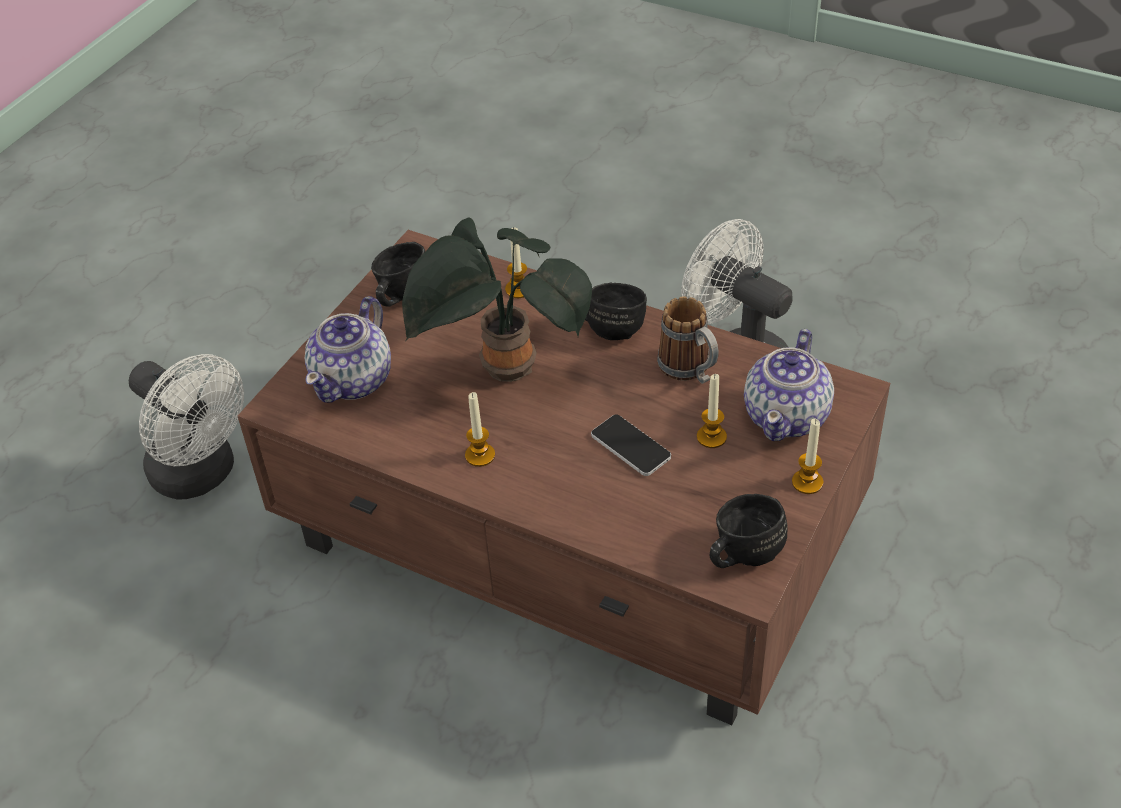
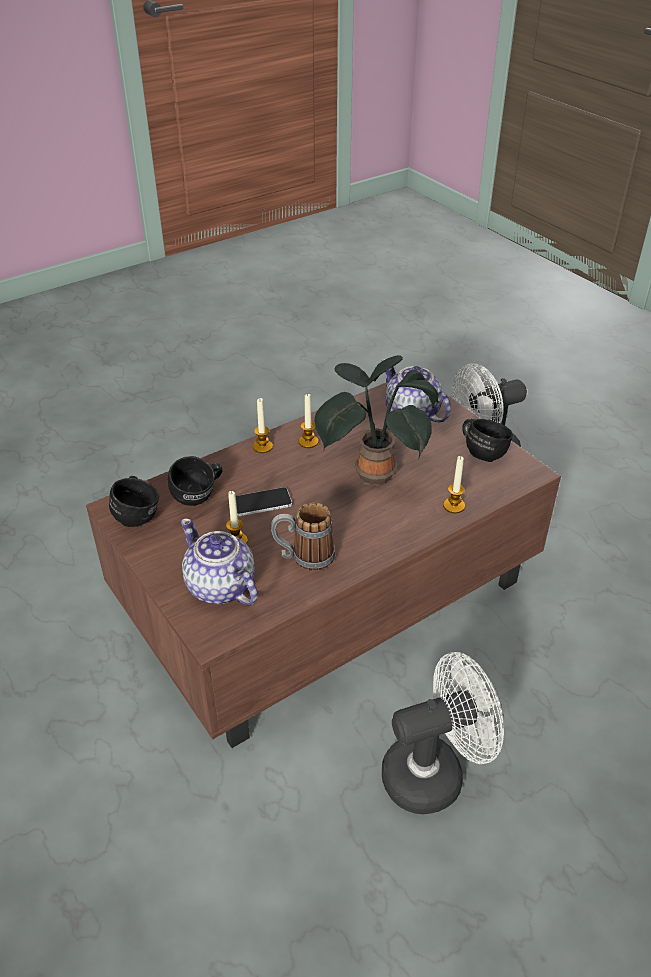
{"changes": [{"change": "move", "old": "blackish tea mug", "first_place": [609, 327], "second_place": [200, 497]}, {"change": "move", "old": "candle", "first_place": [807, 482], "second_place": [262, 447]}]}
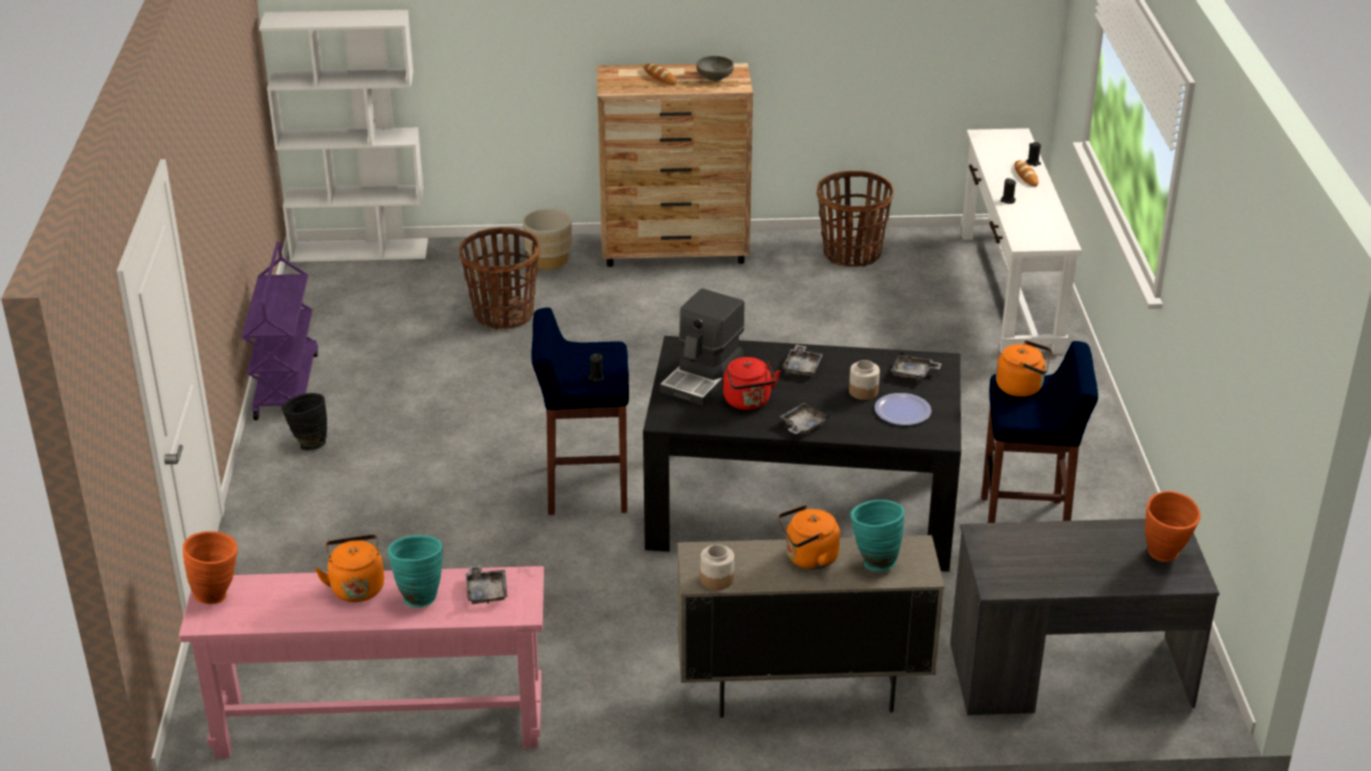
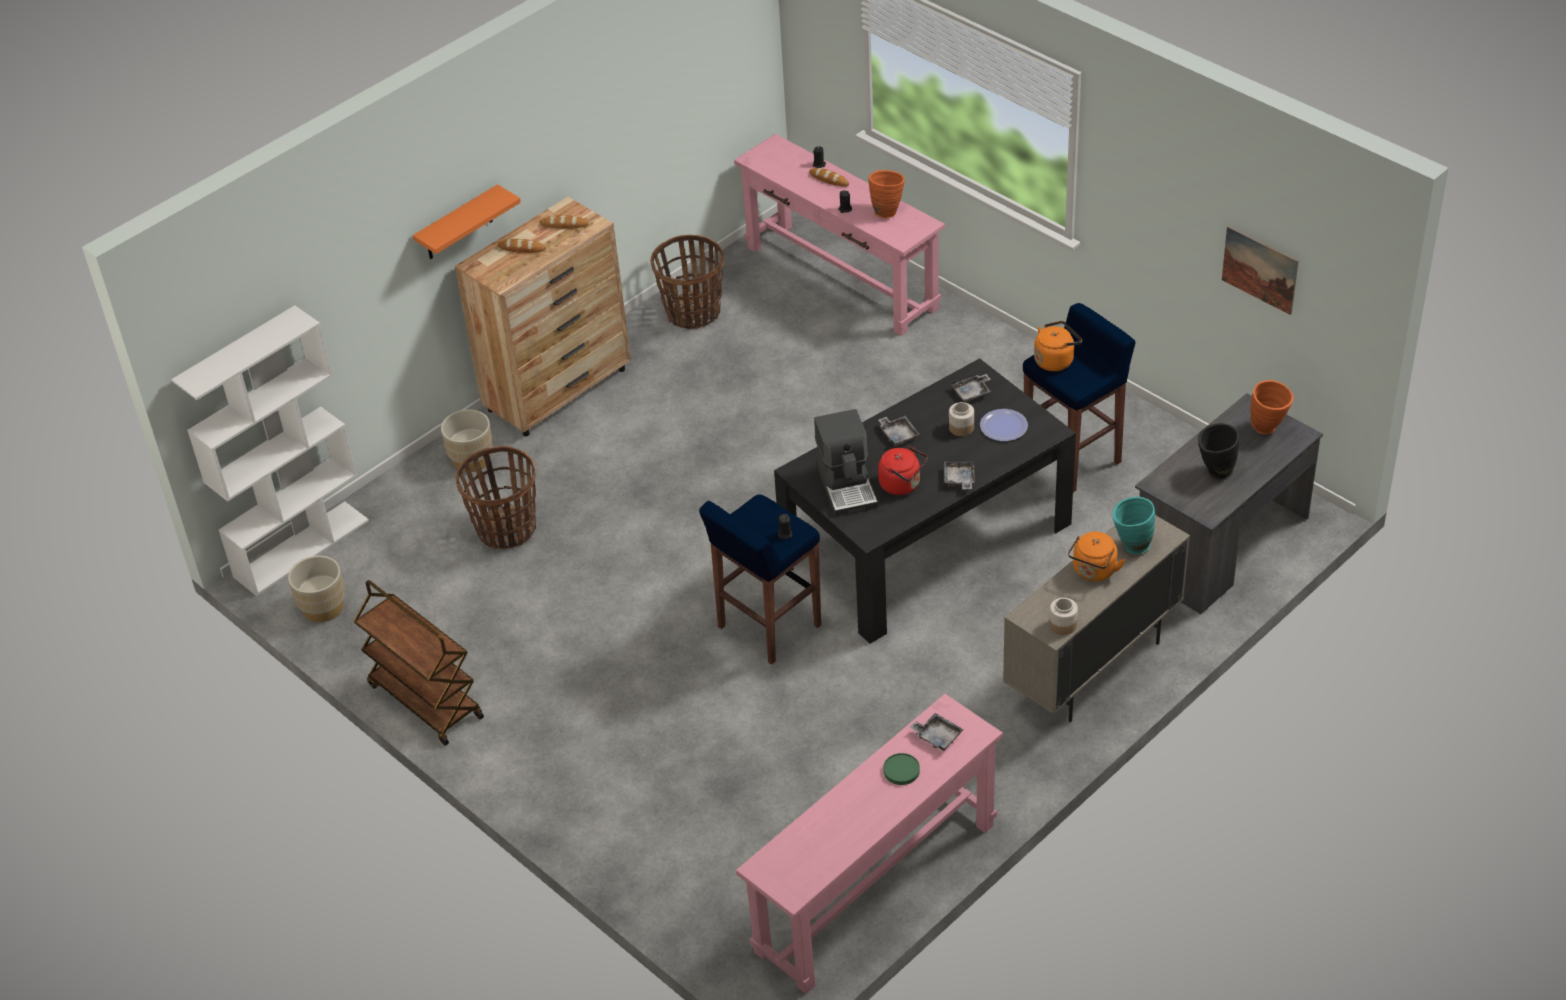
{"changes": [{"change": "replace", "old": "gray bowl", "new": "bread", "first_place": [715, 77], "second_place": [564, 224]}, {"change": "recolor", "old": "white-coloured console table", "new": "pink console table", "first_place": [1009, 291], "second_place": [841, 278]}, {"change": "recolor", "old": "purple-coloured wheeled cart", "new": "brown wheeled cart", "first_place": [286, 385], "second_place": [424, 701]}, {"change": "move", "old": "blackish vase", "first_place": [308, 443], "second_place": [1214, 472]}, {"change": "move", "old": "orange-coloured vase", "first_place": [218, 594], "second_place": [887, 211]}, {"change": "delete", "old": "orange-coloured tea kettle", "first_place": [356, 587]}, {"change": "replace", "old": "turquoise vase", "new": "green-coloured plate", "first_place": [419, 595], "second_place": [901, 771]}, {"change": "insert", "new": "orange-coloured shelf", "second_place": [458, 224]}, {"change": "insert", "new": "wall picture", "second_place": [1260, 269]}, {"change": "insert", "new": "beige-coloured flower pot", "second_place": [323, 607]}]}
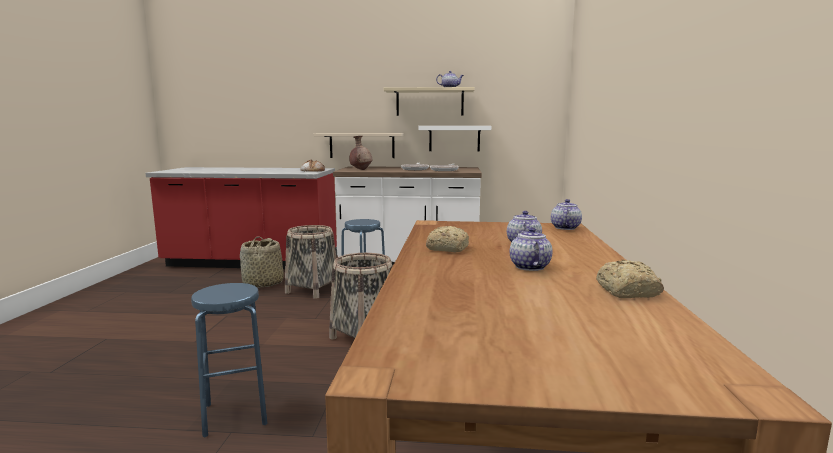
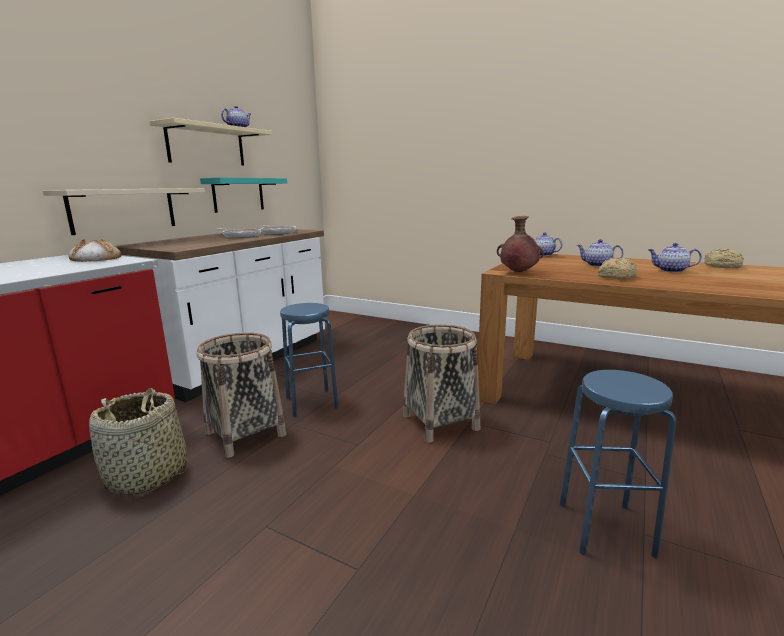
{"changes": [{"change": "recolor", "old": "white-coloured shelf", "new": "turquoise shelf", "first_place": [454, 138], "second_place": [238, 194]}, {"change": "move", "old": "brown vase", "first_place": [361, 170], "second_place": [517, 272]}]}
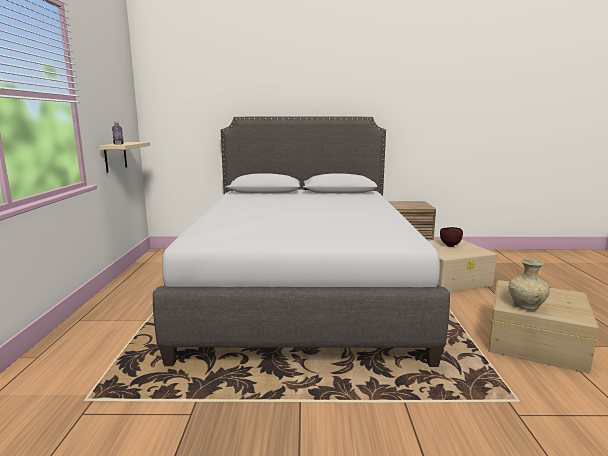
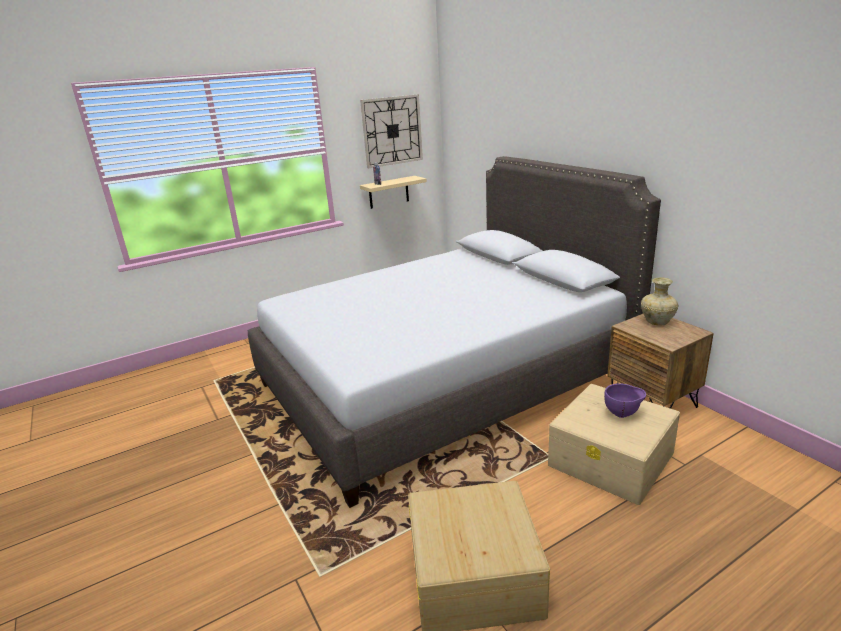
{"changes": [{"change": "recolor", "old": "brown bowl", "new": "purple-coloured bowl", "first_place": [450, 245], "second_place": [623, 414]}, {"change": "move", "old": "beige-coloured vase", "first_place": [525, 306], "second_place": [657, 322]}, {"change": "insert", "new": "wall clock", "second_place": [392, 131]}]}
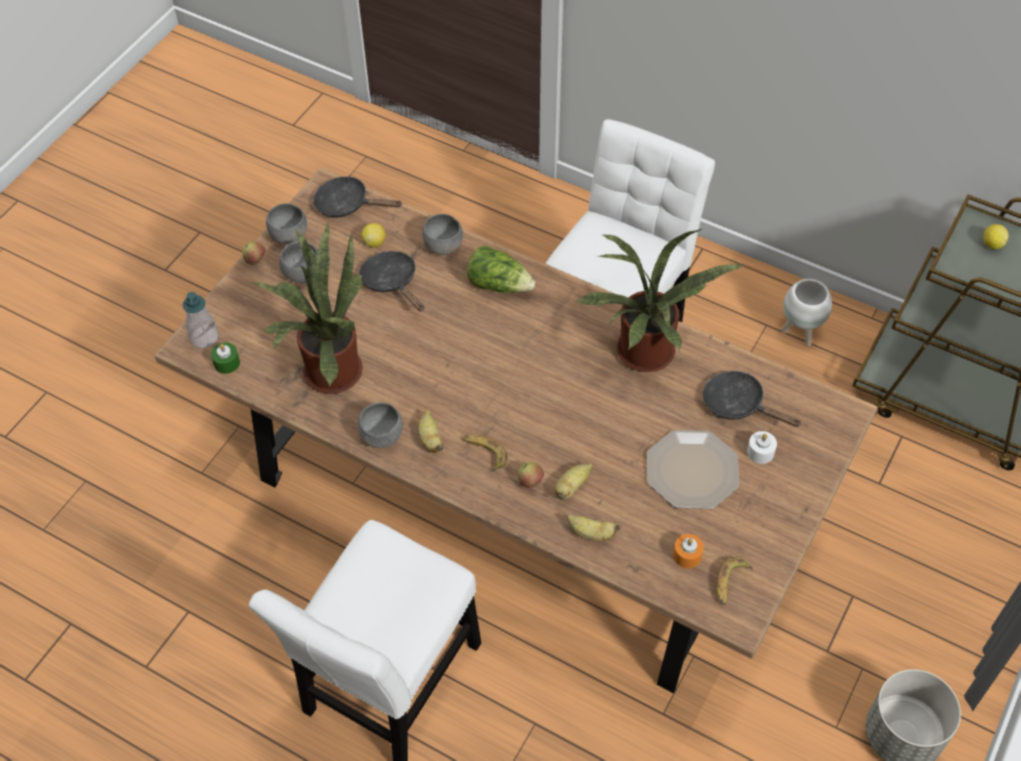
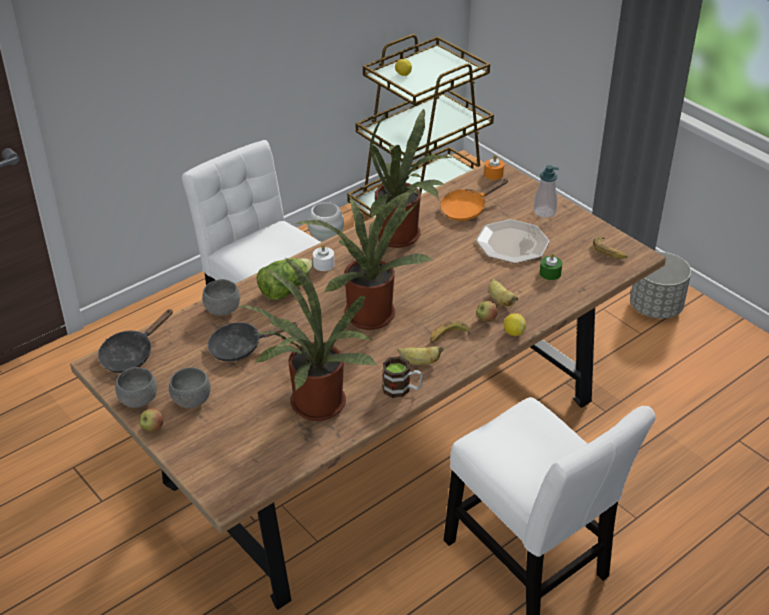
{"changes": [{"change": "move", "old": "whole lemon", "first_place": [374, 242], "second_place": [514, 332]}, {"change": "move", "old": "liquid soap bottle", "first_place": [204, 337], "second_place": [544, 212]}, {"change": "move", "old": "green-coloured candle", "first_place": [227, 363], "second_place": [550, 273]}, {"change": "recolor", "old": "blackish frying pan", "new": "orange-coloured frying pan", "first_place": [738, 404], "second_place": [467, 209]}, {"change": "replace", "old": "gray bowl", "new": "tea mug", "first_place": [381, 436], "second_place": [402, 389]}, {"change": "move", "old": "white-coloured candle", "first_place": [760, 452], "second_place": [323, 264]}, {"change": "delete", "old": "banana", "first_place": [591, 533]}, {"change": "move", "old": "orange-coloured candle", "first_place": [687, 555], "second_place": [493, 174]}, {"change": "insert", "new": "potted plant", "second_place": [369, 312]}]}
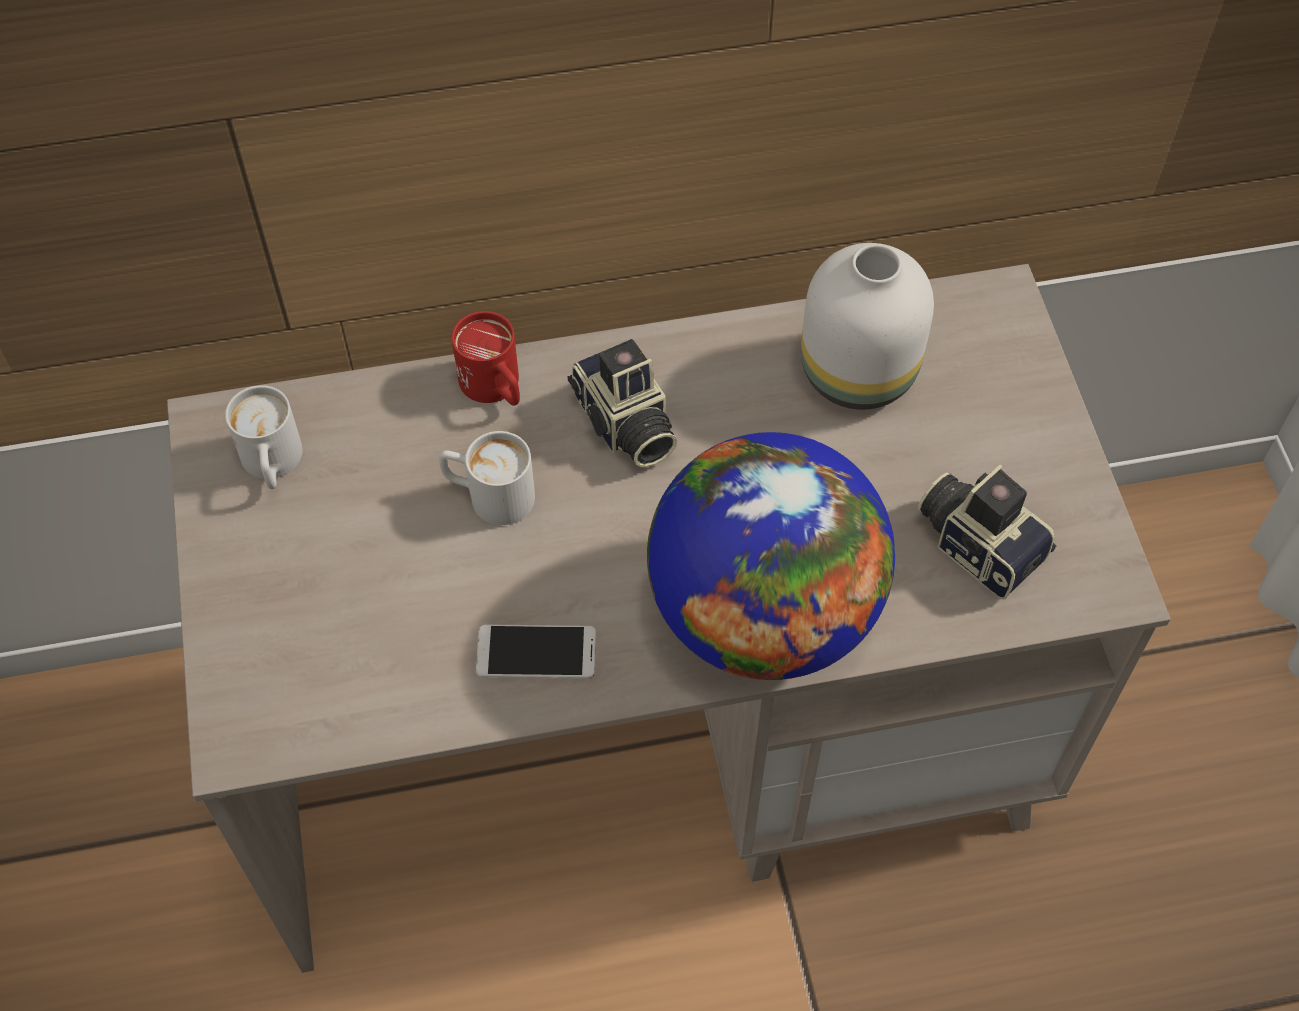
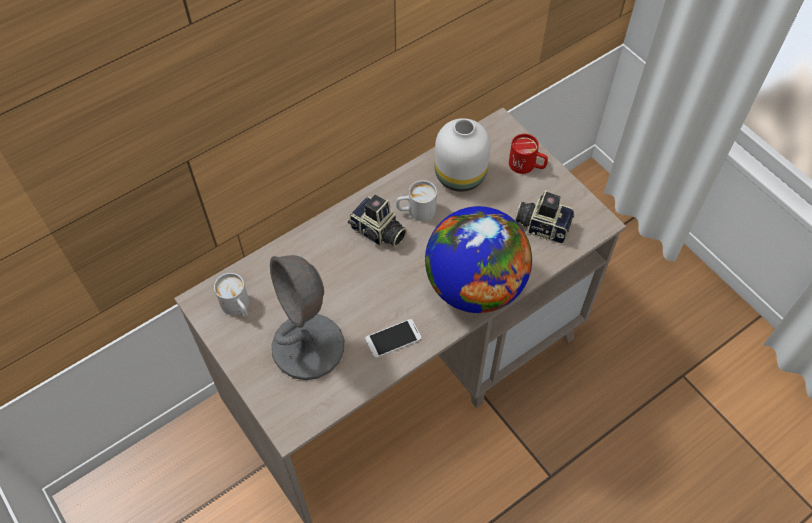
{"changes": [{"change": "move", "old": "reddish tea mug", "first_place": [496, 388], "second_place": [527, 166]}, {"change": "move", "old": "white-coloured tea mug", "first_place": [488, 495], "second_place": [416, 211]}, {"change": "insert", "new": "gray lamp for a table", "second_place": [308, 347]}]}
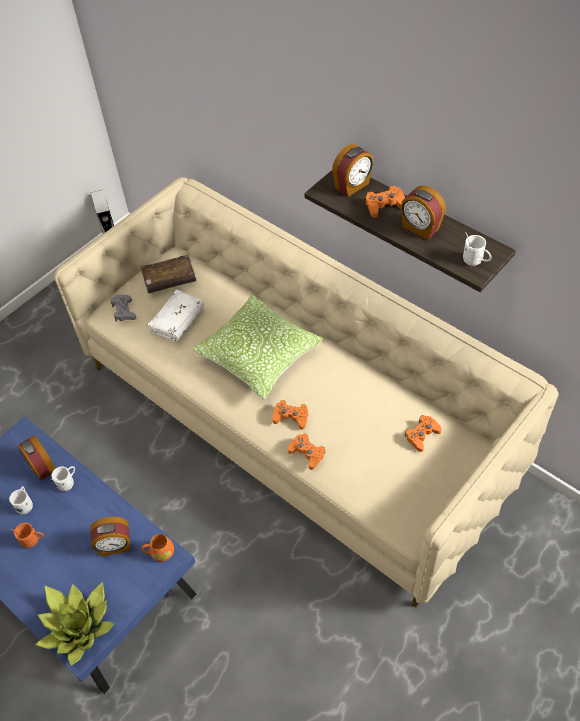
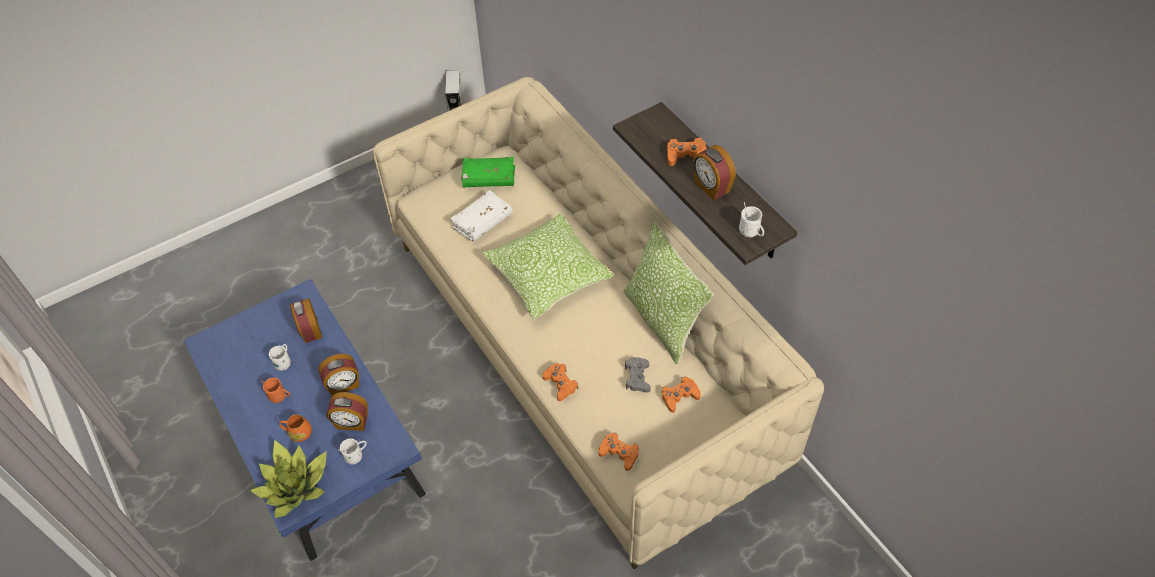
{"changes": [{"change": "move", "old": "table clock", "first_place": [352, 186], "second_place": [344, 385]}, {"change": "recolor", "old": "brown bound book", "new": "green-coloured bound book", "first_place": [169, 279], "second_place": [489, 178]}, {"change": "move", "old": "gray joypad", "first_place": [124, 311], "second_place": [637, 378]}, {"change": "move", "old": "orange-coloured joypad", "first_place": [291, 417], "second_place": [619, 453]}, {"change": "move", "old": "white-coloured tea mug", "first_place": [68, 483], "second_place": [356, 456]}, {"change": "move", "old": "orange-coloured tea mug", "first_place": [159, 553], "second_place": [298, 433]}, {"change": "insert", "new": "throw pillow", "second_place": [662, 321]}]}
